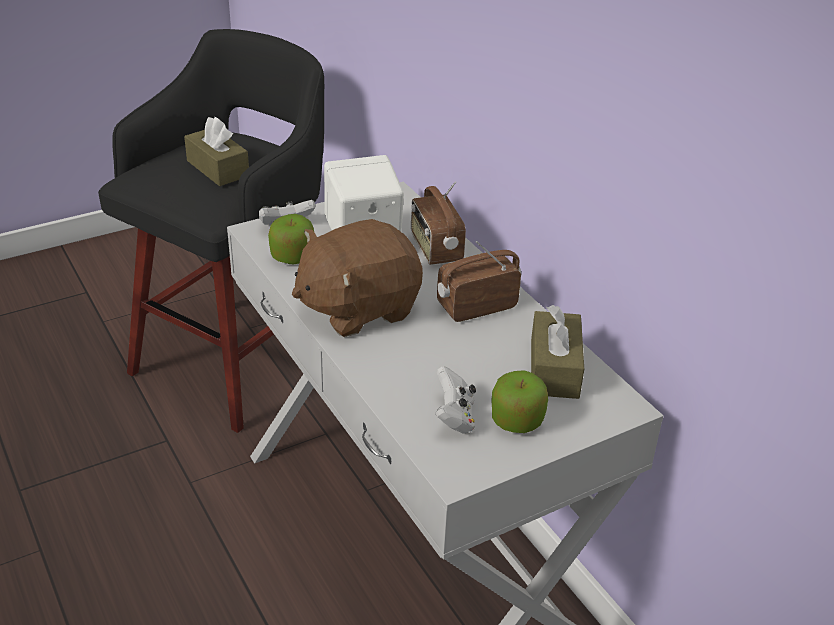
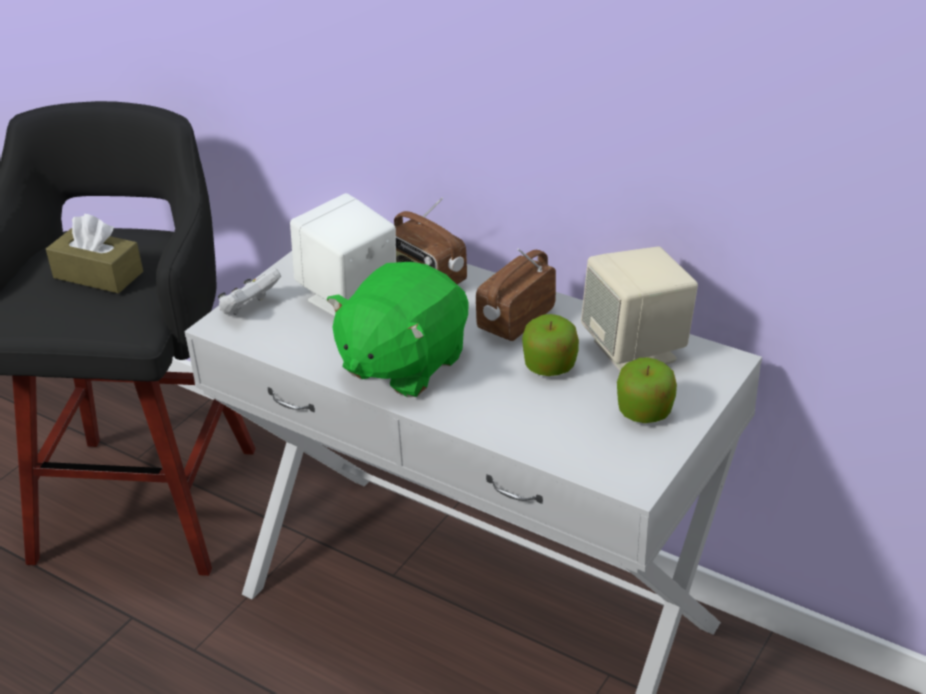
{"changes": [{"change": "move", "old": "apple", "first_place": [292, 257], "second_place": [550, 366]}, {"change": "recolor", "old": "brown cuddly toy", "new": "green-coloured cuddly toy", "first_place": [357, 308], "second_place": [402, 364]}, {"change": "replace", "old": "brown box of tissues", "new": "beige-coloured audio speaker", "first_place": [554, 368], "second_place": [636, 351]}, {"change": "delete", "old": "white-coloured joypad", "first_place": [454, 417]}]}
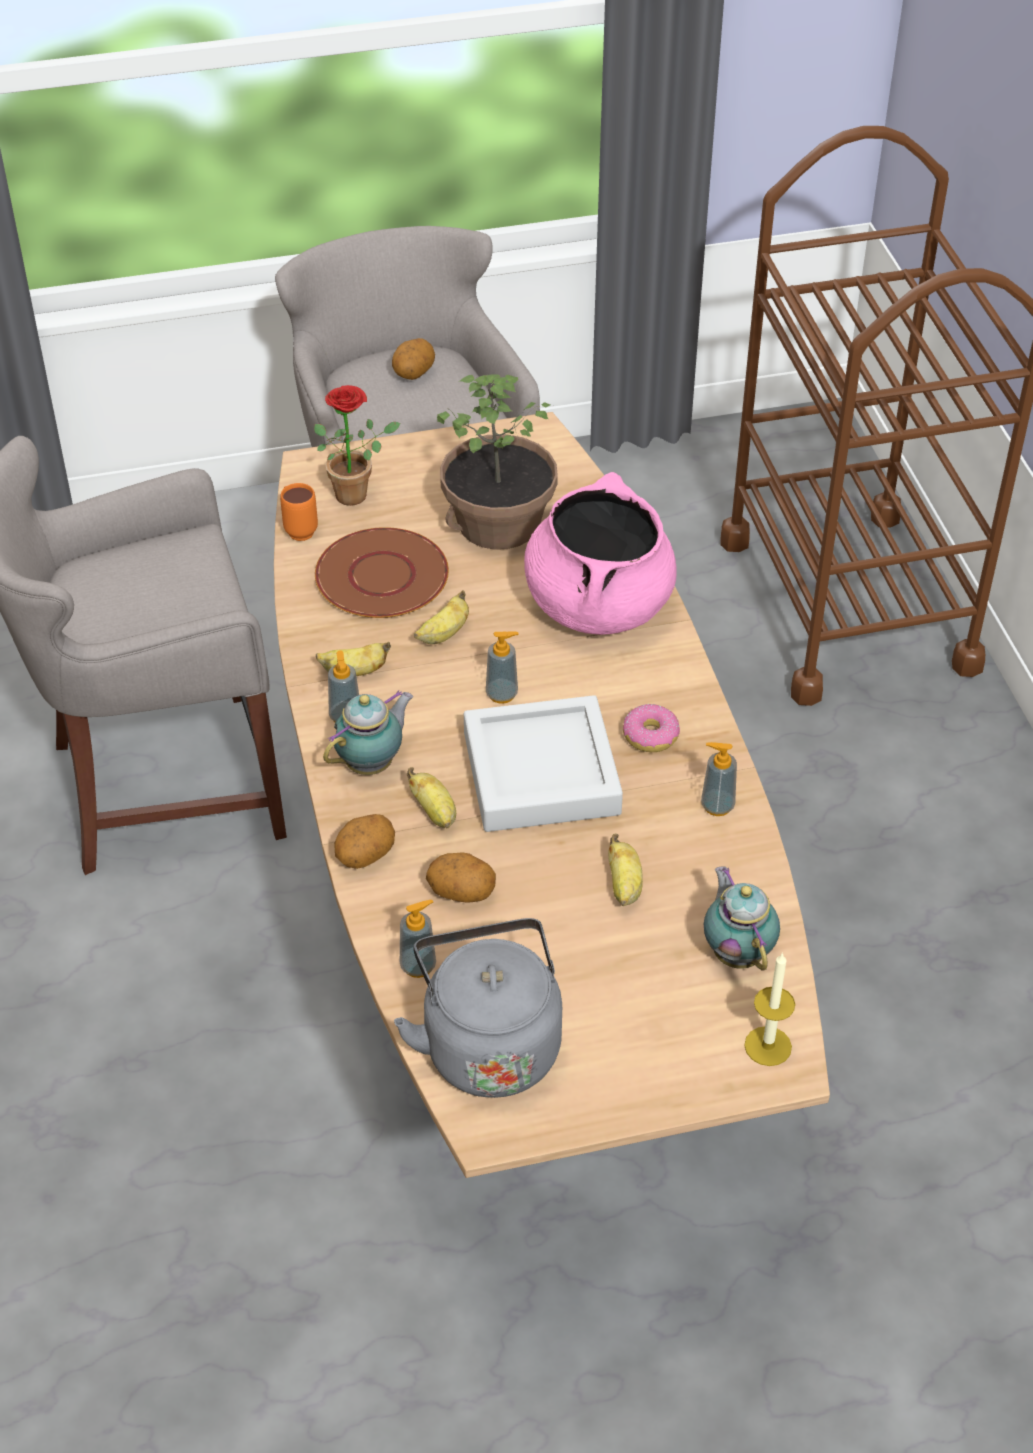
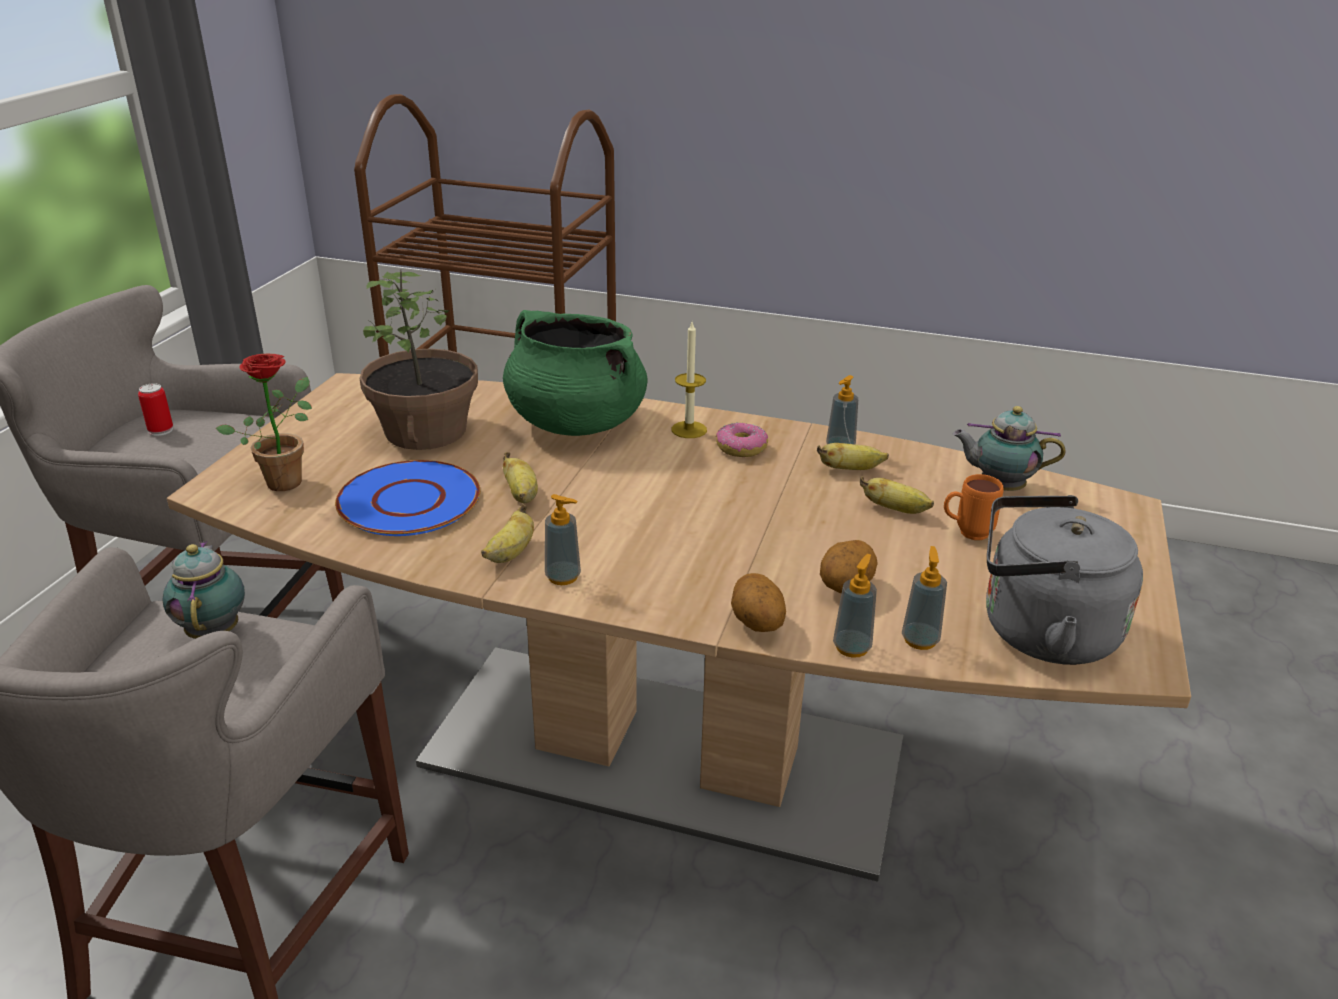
{"changes": [{"change": "replace", "old": "spud", "new": "sealed can", "first_place": [413, 374], "second_place": [161, 430]}, {"change": "recolor", "old": "pink stockpot", "new": "green-coloured stockpot", "first_place": [598, 604], "second_place": [575, 423]}, {"change": "move", "old": "orange-coloured tea mug", "first_place": [298, 529], "second_place": [966, 533]}, {"change": "recolor", "old": "brown plate", "new": "bluish plate", "first_place": [381, 575], "second_place": [408, 500]}, {"change": "move", "old": "liquid soap bottle", "first_place": [502, 694], "second_place": [852, 647]}, {"change": "move", "old": "tea pot", "first_place": [372, 763], "second_place": [215, 630]}, {"change": "delete", "old": "gray tray", "first_place": [541, 773]}, {"change": "move", "old": "banana", "first_place": [435, 812], "second_place": [850, 469]}, {"change": "move", "old": "candle", "first_place": [768, 1046], "second_place": [689, 430]}]}
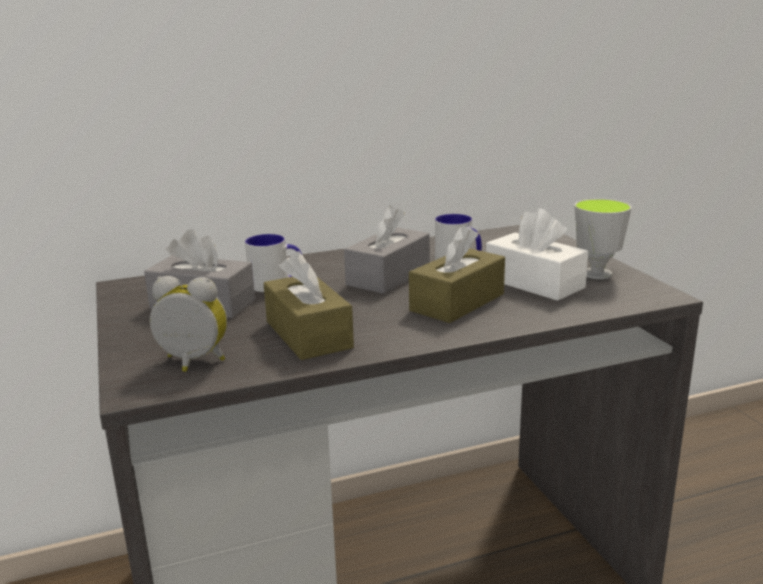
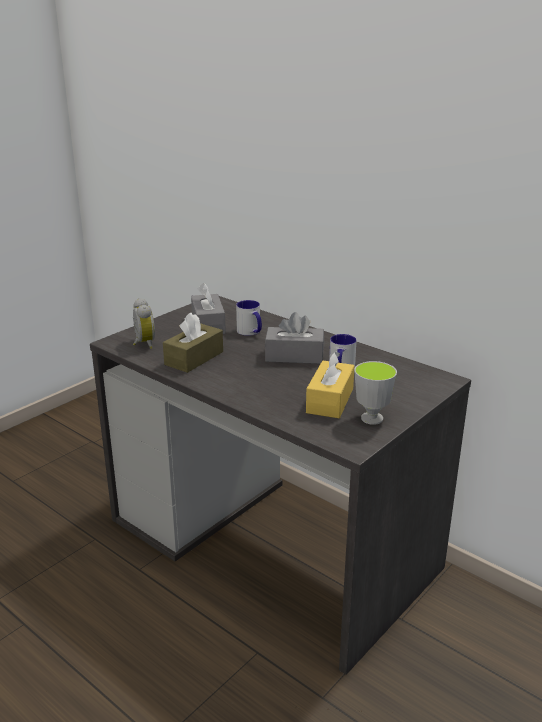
{"changes": [{"change": "recolor", "old": "white-coloured box of tissues", "new": "yellow box of tissues", "first_place": [534, 283], "second_place": [330, 400]}, {"change": "delete", "old": "brown box of tissues", "first_place": [457, 302]}]}
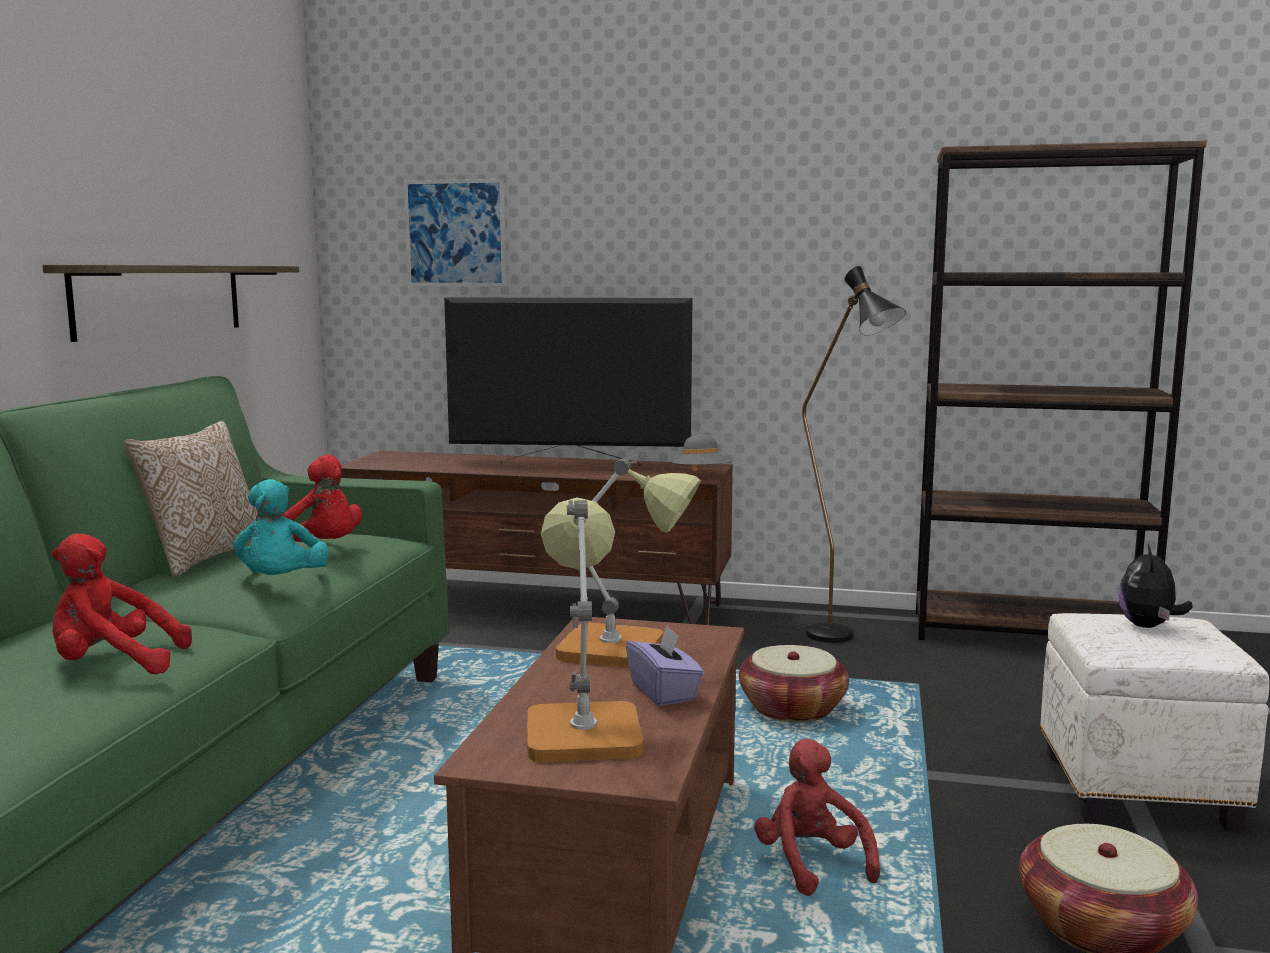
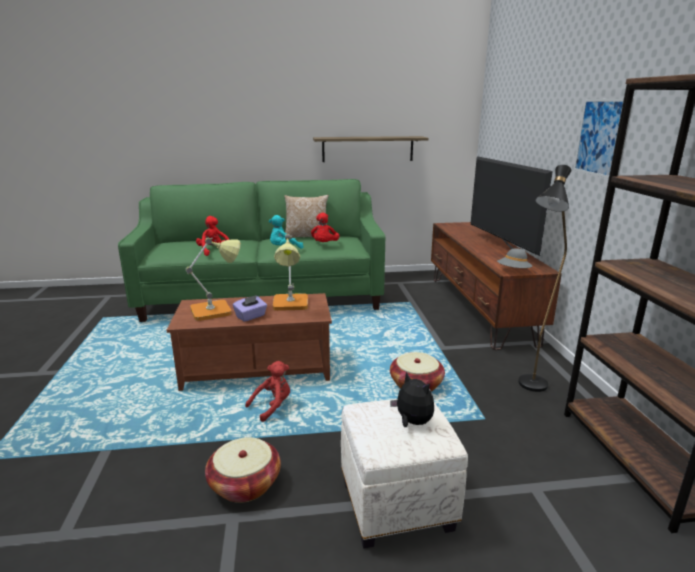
{"changes": [{"change": "move", "old": "wall picture", "first_place": [455, 233], "second_place": [601, 137]}, {"change": "rotate", "old": "cuddly toy", "first_place": [1148, 626], "second_place": [412, 422], "degrees": 45}]}
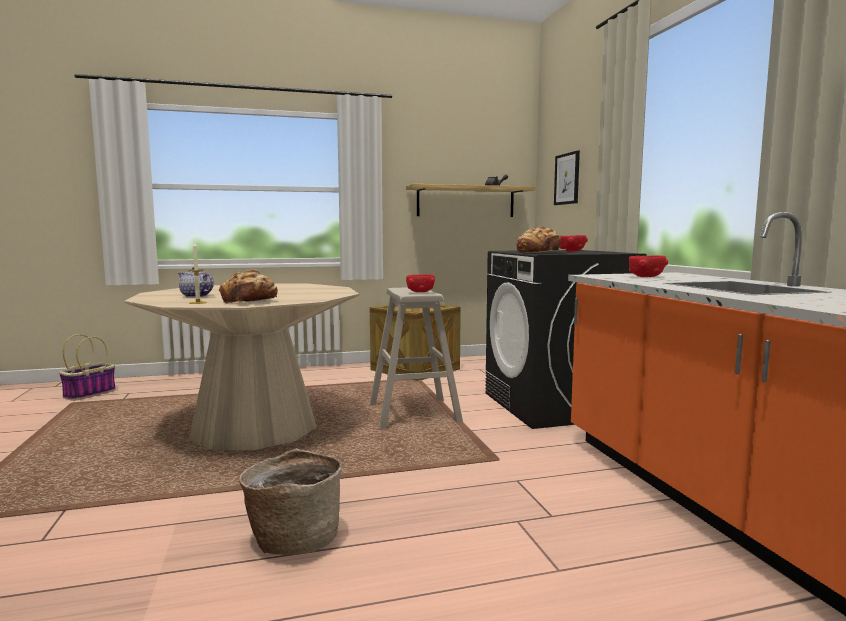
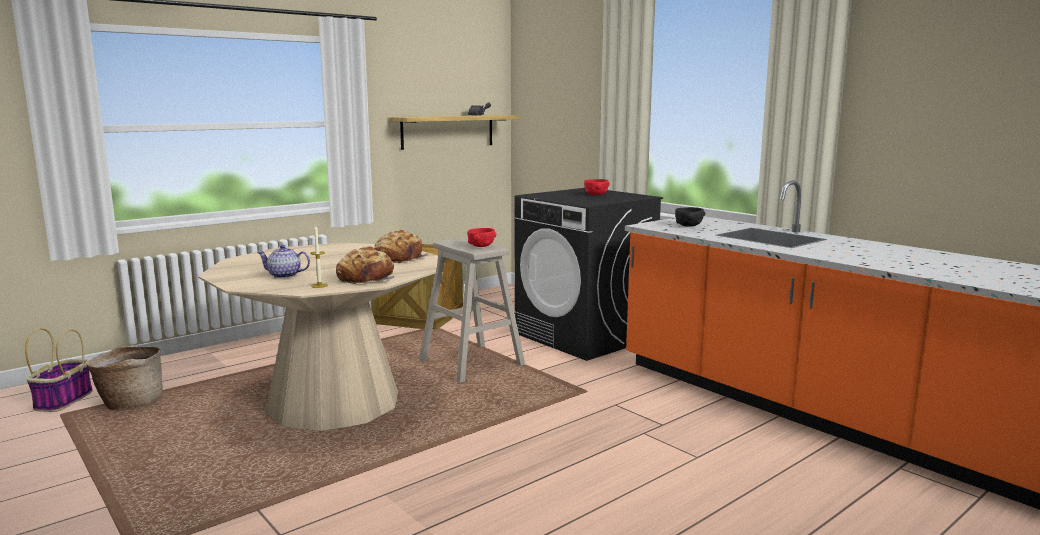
{"changes": [{"change": "delete", "old": "wall picture", "first_place": [567, 179]}, {"change": "move", "old": "bread", "first_place": [539, 252], "second_place": [399, 258]}, {"change": "recolor", "old": "reddish bowl", "new": "blackish bowl", "first_place": [646, 277], "second_place": [689, 226]}, {"change": "move", "old": "basket", "first_place": [293, 539], "second_place": [130, 402]}]}
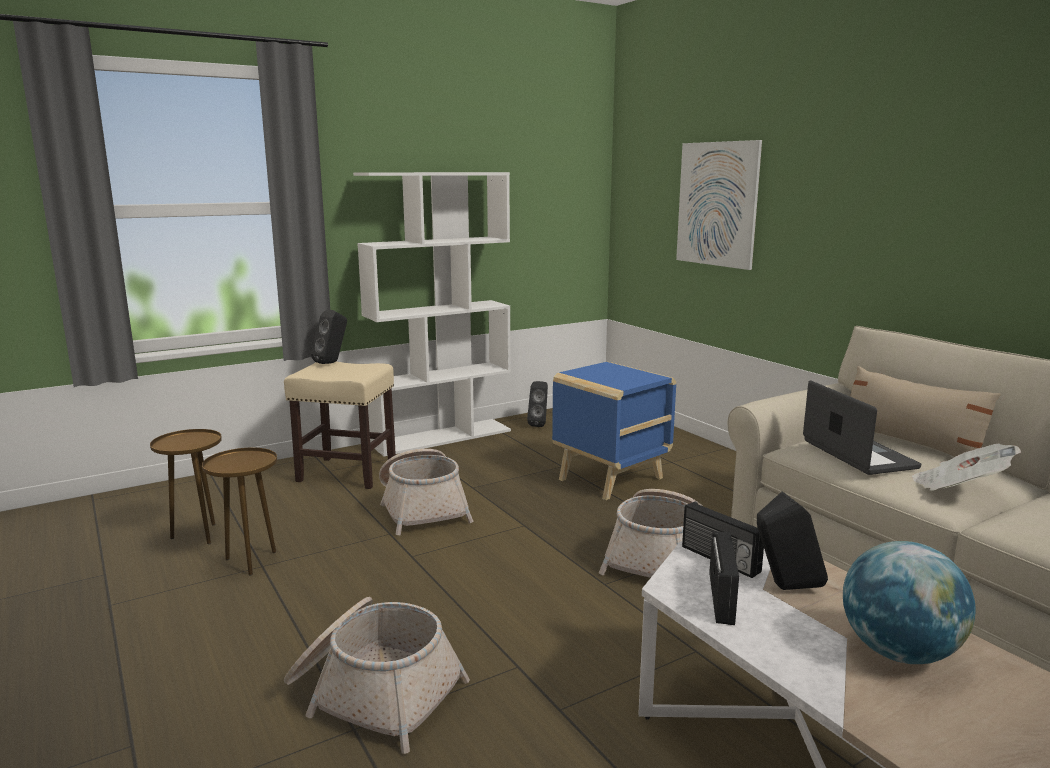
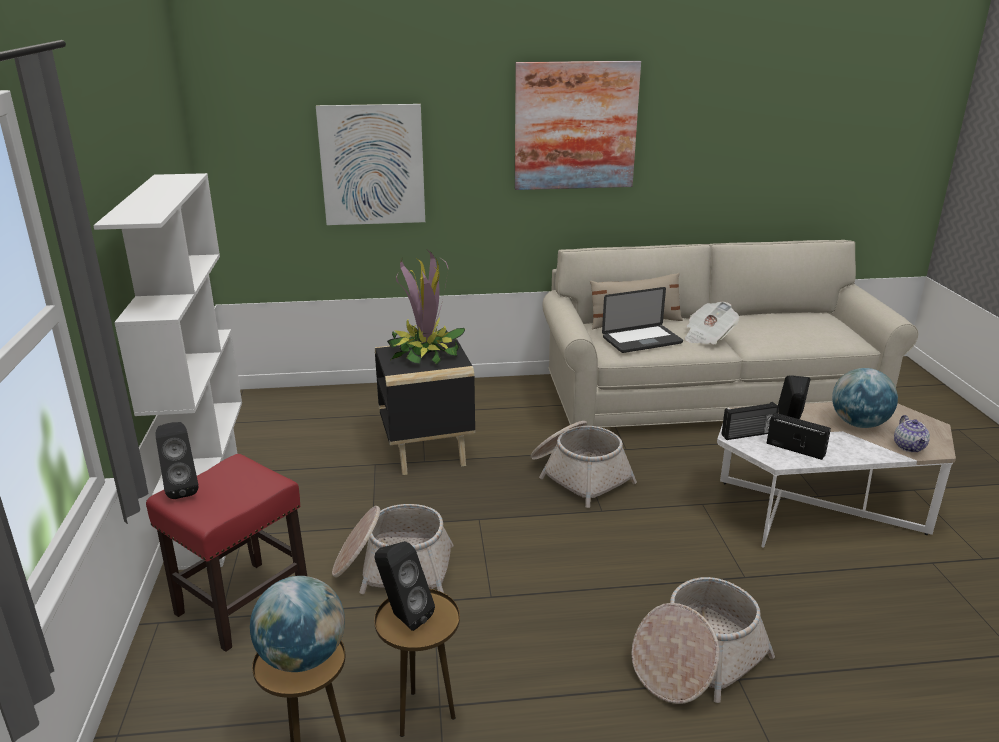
{"changes": [{"change": "recolor", "old": "beige-coloured sitting stool", "new": "reddish sitting stool", "first_place": [345, 473], "second_place": [242, 605]}, {"change": "recolor", "old": "bluish accent table", "new": "blackish accent table", "first_place": [610, 479], "second_place": [427, 450]}, {"change": "rotate", "old": "laptop", "first_place": [858, 454], "second_place": [642, 340], "degrees": 150}, {"change": "move", "old": "blackish audio speaker", "first_place": [539, 424], "second_place": [403, 617]}, {"change": "insert", "new": "wall picture", "second_place": [575, 126]}, {"change": "insert", "new": "potted plant", "second_place": [425, 353]}, {"change": "insert", "new": "tea pot", "second_place": [909, 447]}, {"change": "insert", "new": "desk globe", "second_place": [302, 658]}]}
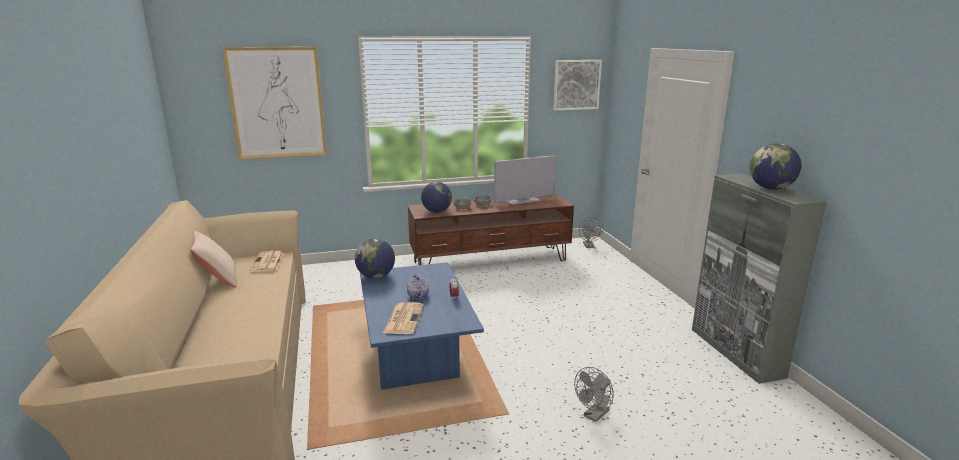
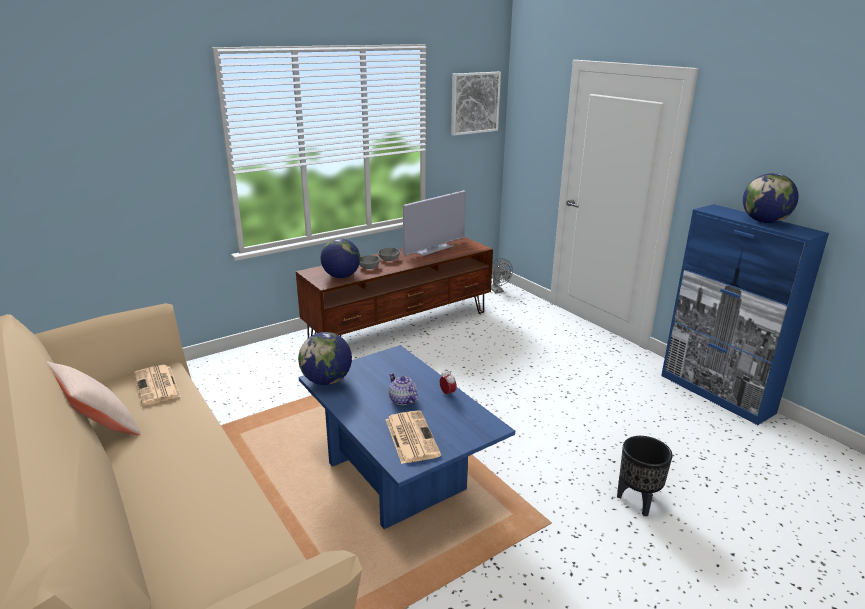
{"changes": [{"change": "delete", "old": "wall picture", "first_place": [277, 103]}, {"change": "recolor", "old": "gray storage cabinet", "new": "bluish storage cabinet", "first_place": [736, 352], "second_place": [716, 394]}, {"change": "replace", "old": "gray fan", "new": "blackish flower pot", "first_place": [594, 415], "second_place": [638, 501]}]}
